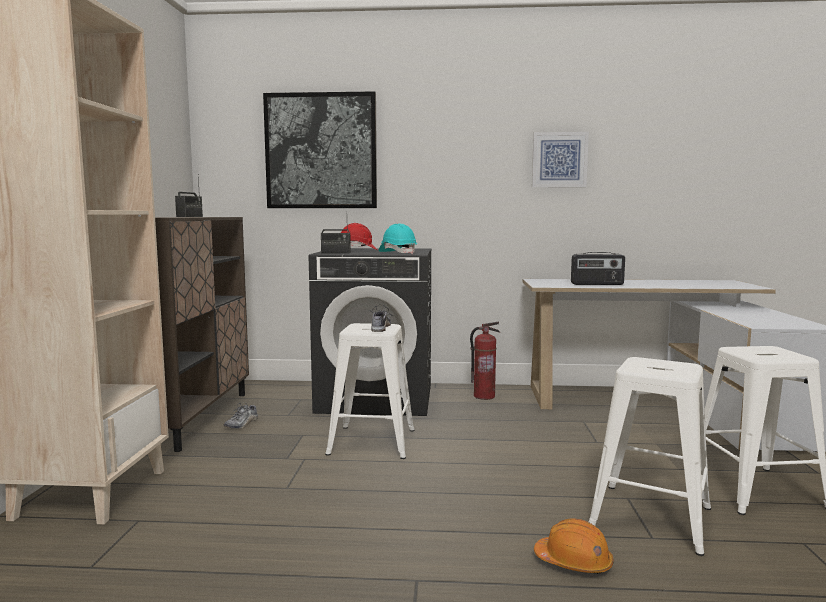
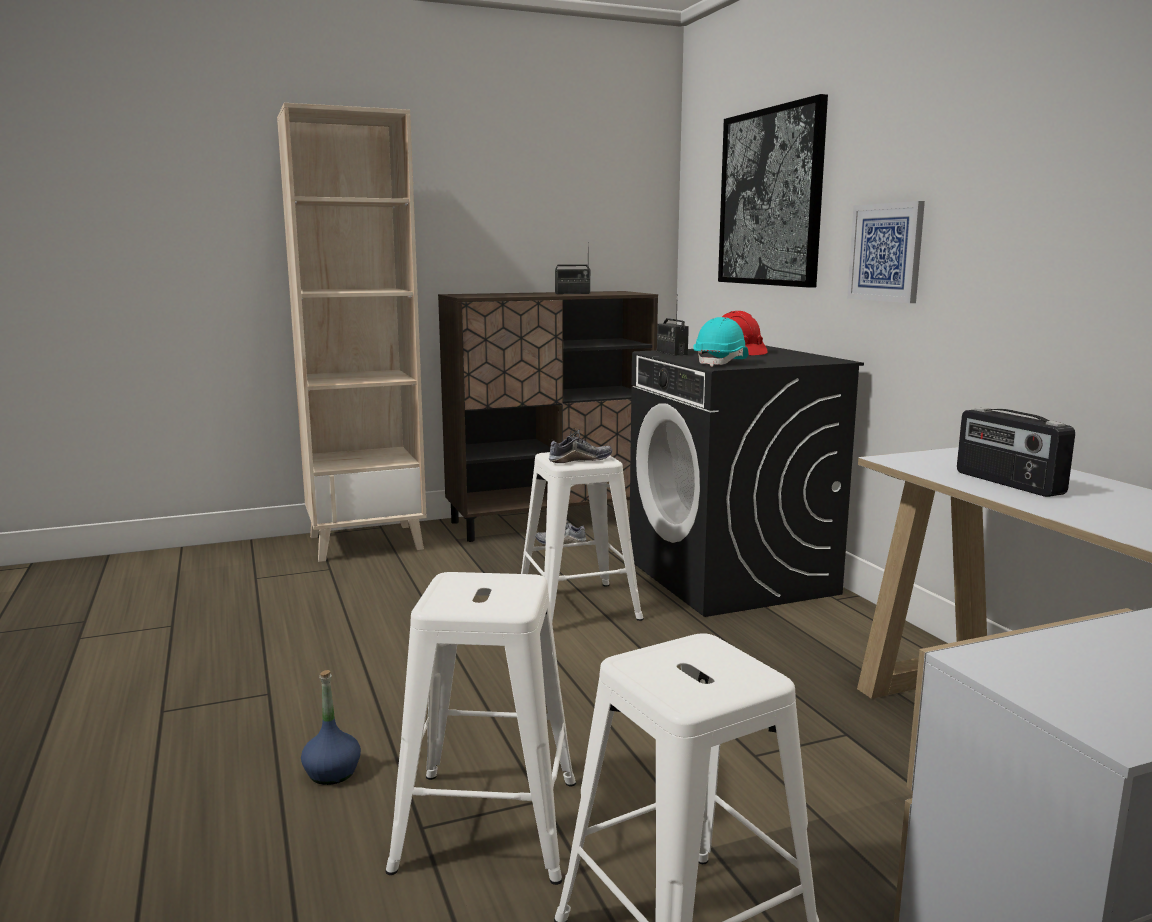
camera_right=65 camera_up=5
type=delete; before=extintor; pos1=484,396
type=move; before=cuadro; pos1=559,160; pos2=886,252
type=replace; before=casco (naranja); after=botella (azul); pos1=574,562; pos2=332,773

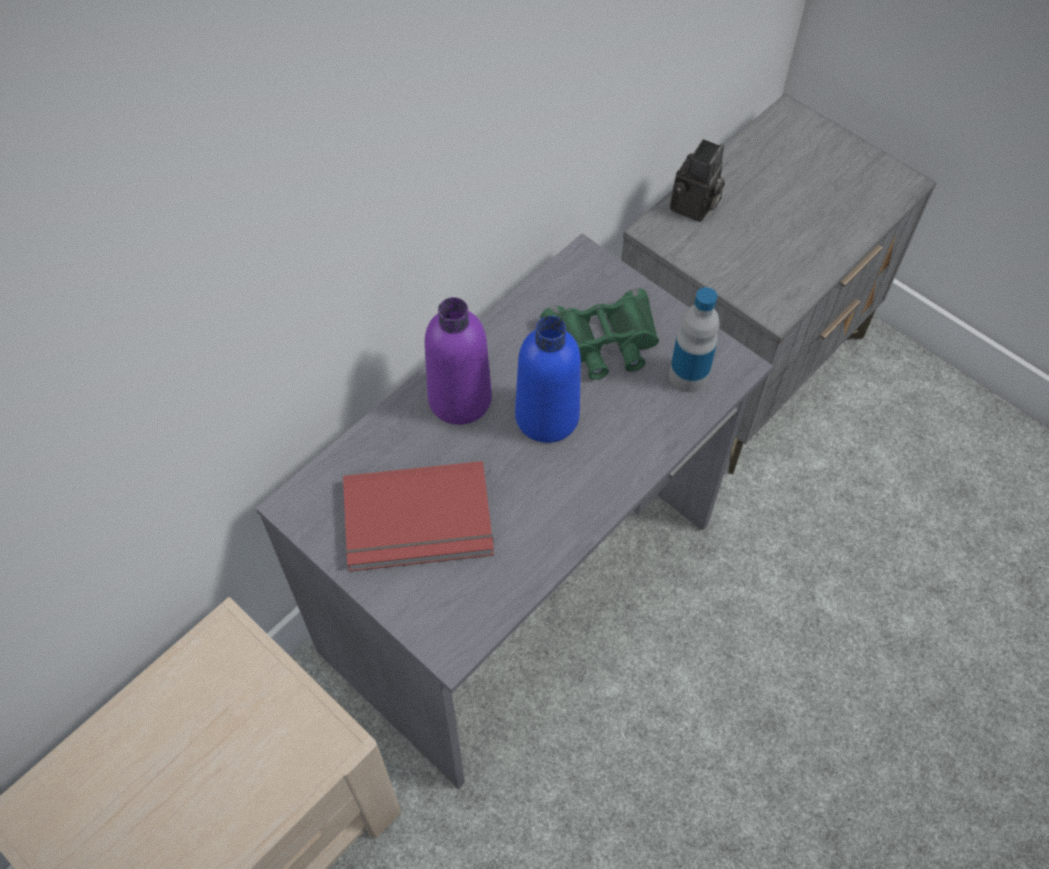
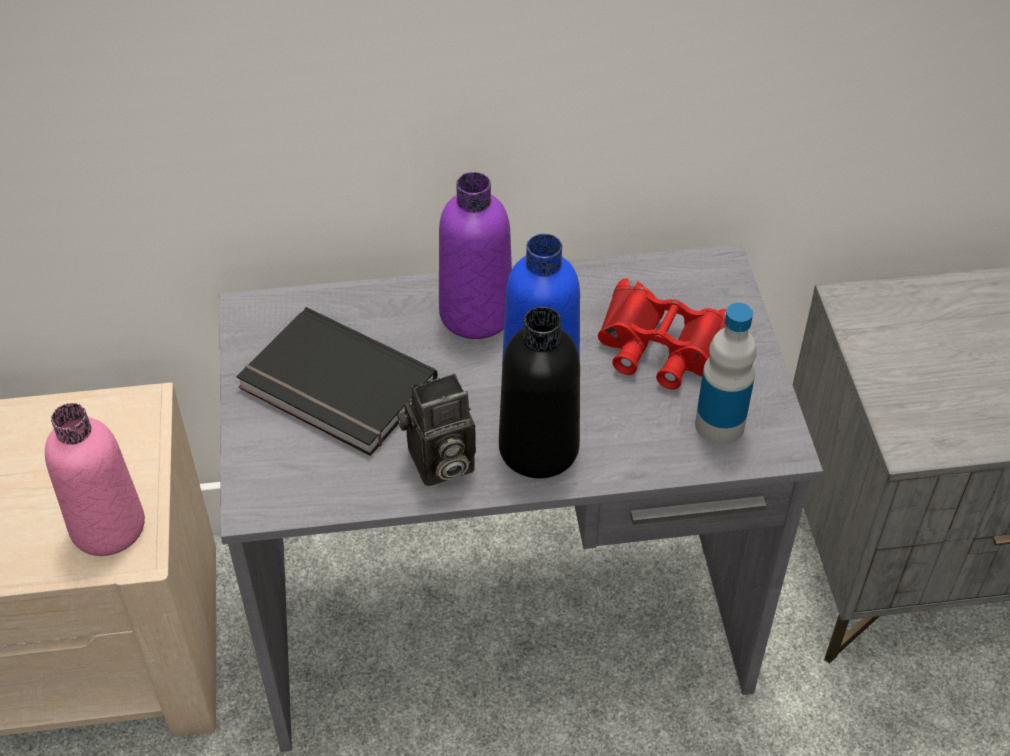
camera_right=40 camera_up=-10
type=insert; after=botella (rosa); pos2=108,526
type=insert; after=botella (negro); pos2=538,448
type=move; before=cámara; pos1=694,207; pos2=439,465
type=recolor; before=libro (rojo); after=libro (negro); pos1=419,523; pos2=335,388
type=recolor; before=prismáticos (verde); after=prismáticos (rojo); pos1=603,342; pos2=663,346

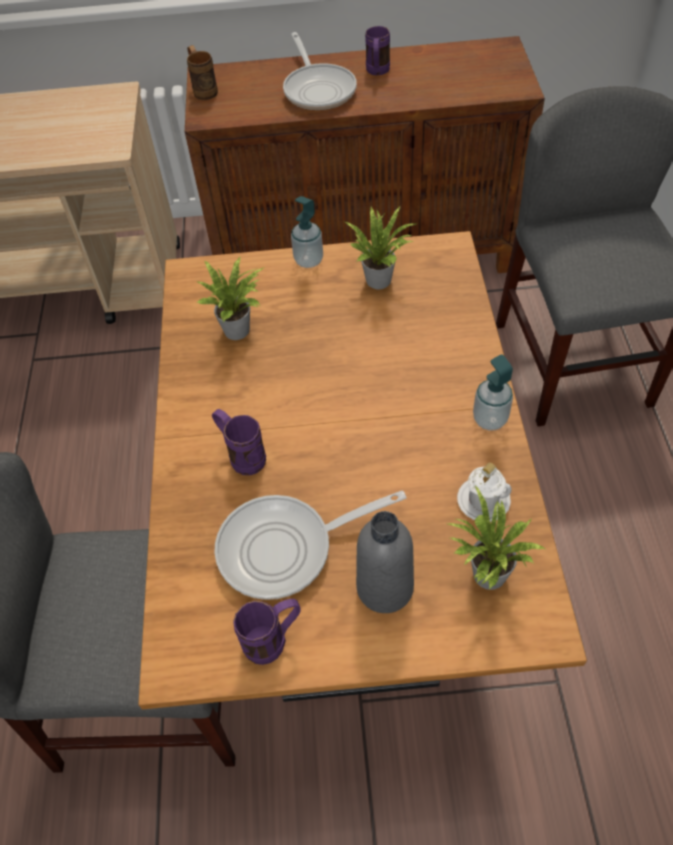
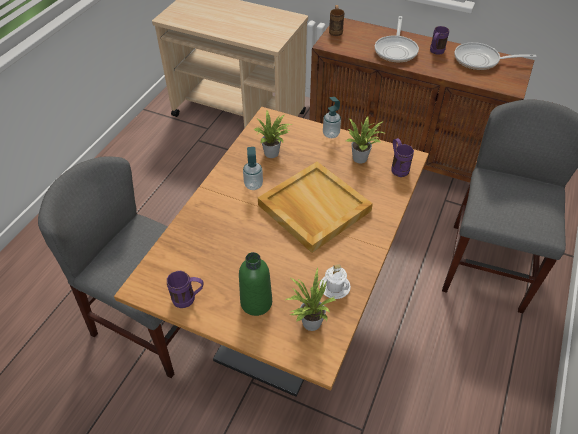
camera_right=25 camera_up=-5
type=insert; after=bandeja (beis); pos2=313,208
type=move; before=taza grande (morado); pos1=242,456; pos2=398,167
type=move; before=sartén; pos1=285,549; pos2=480,60
type=move; before=dispensador de jabón; pos1=490,419; pos2=253,185
type=recolor; before=botella (gris); after=botella (verde); pos1=385,587; pos2=256,302

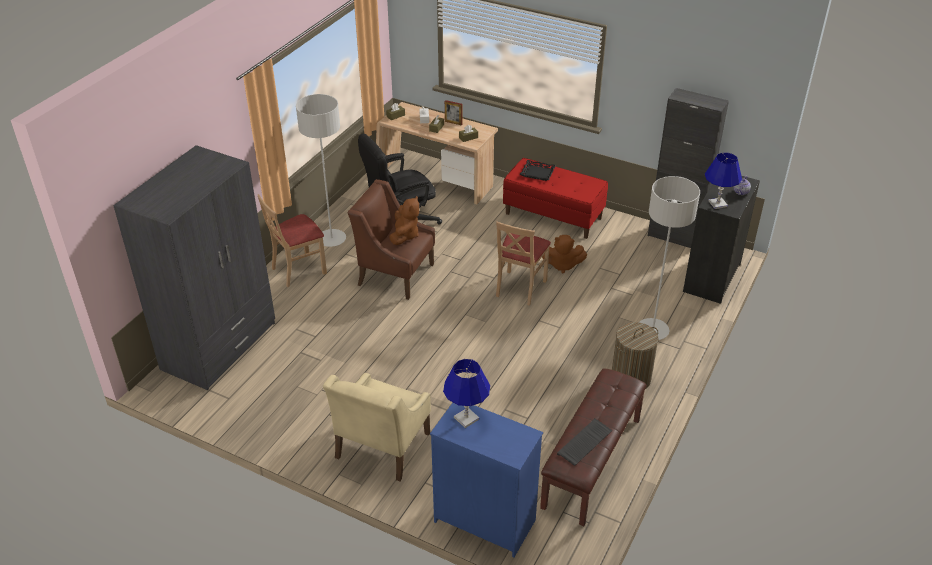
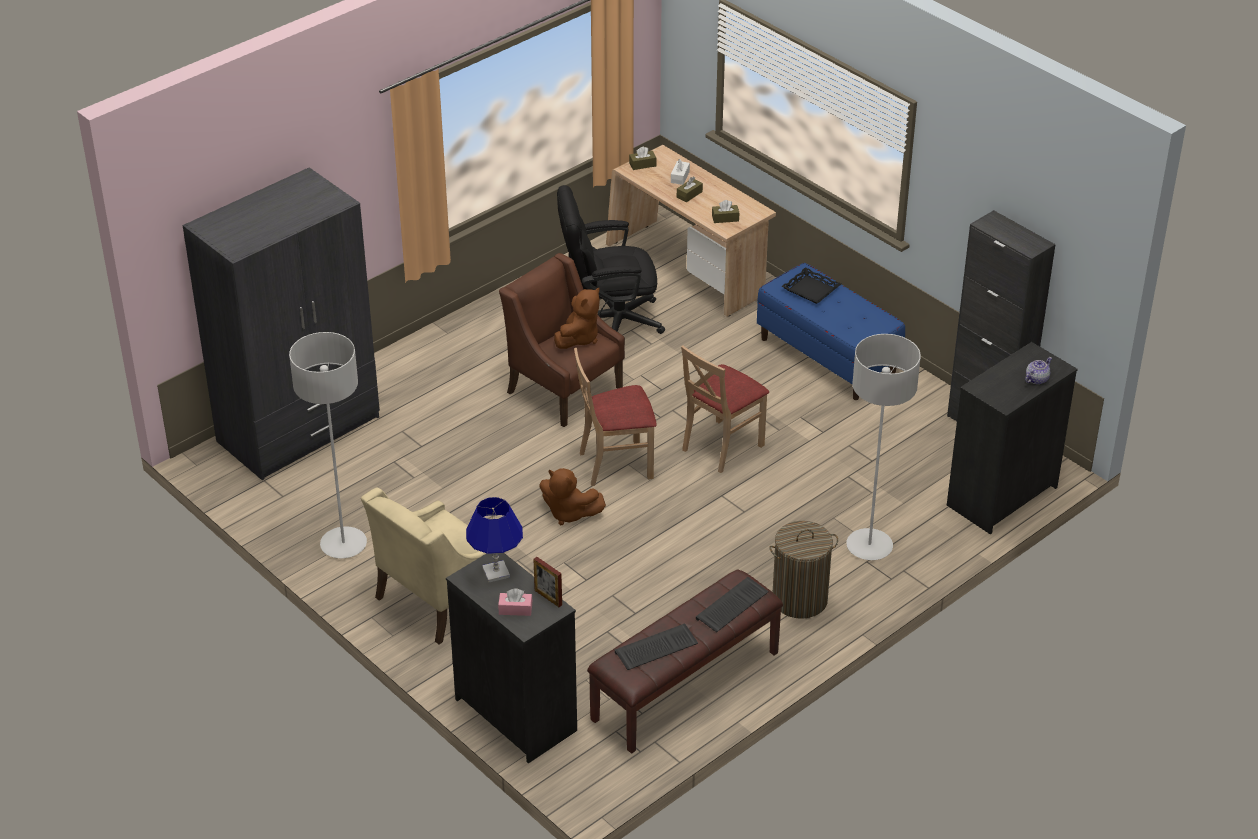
camera_right=20 camera_up=0
type=delete; before=lámpara de mesa (azul); pos1=717,204
type=insert; after=caja de pañuelos (rosa); pos2=515,609
type=insert; after=teclado; pos2=732,607
type=move; before=silla (beis); pos1=298,270; pos2=616,464
type=move; before=lámpara de pie (gris); pos1=331,239; pos2=343,544
type=move; before=portarretratos; pos1=453,123; pos2=548,597
type=move; before=peluche (marrón); pos1=562,265; pos2=569,513
type=recolor; before=cómoda (azul); after=cómoda (negro); pos1=485,520; pos2=516,714
type=recolor; before=banco (rojo); after=banco (azul); pos1=553,216; pos2=828,357

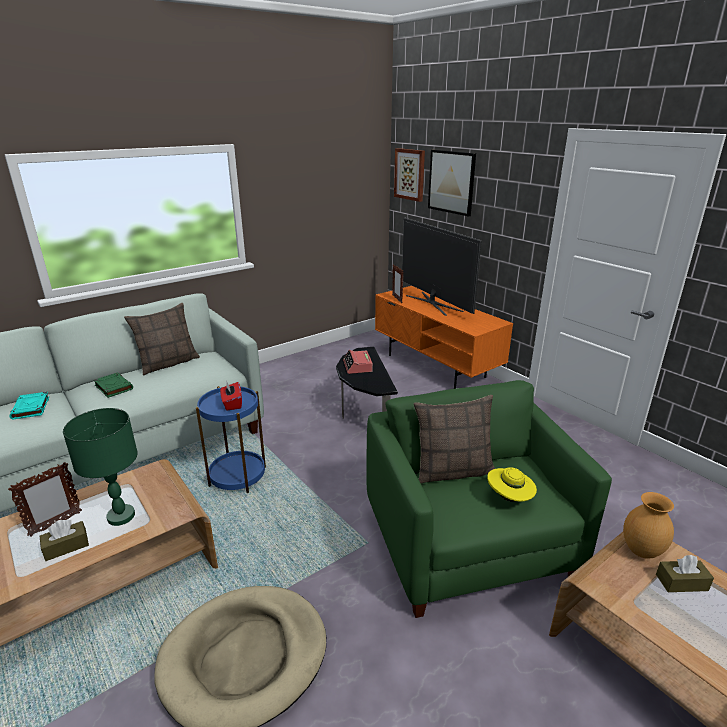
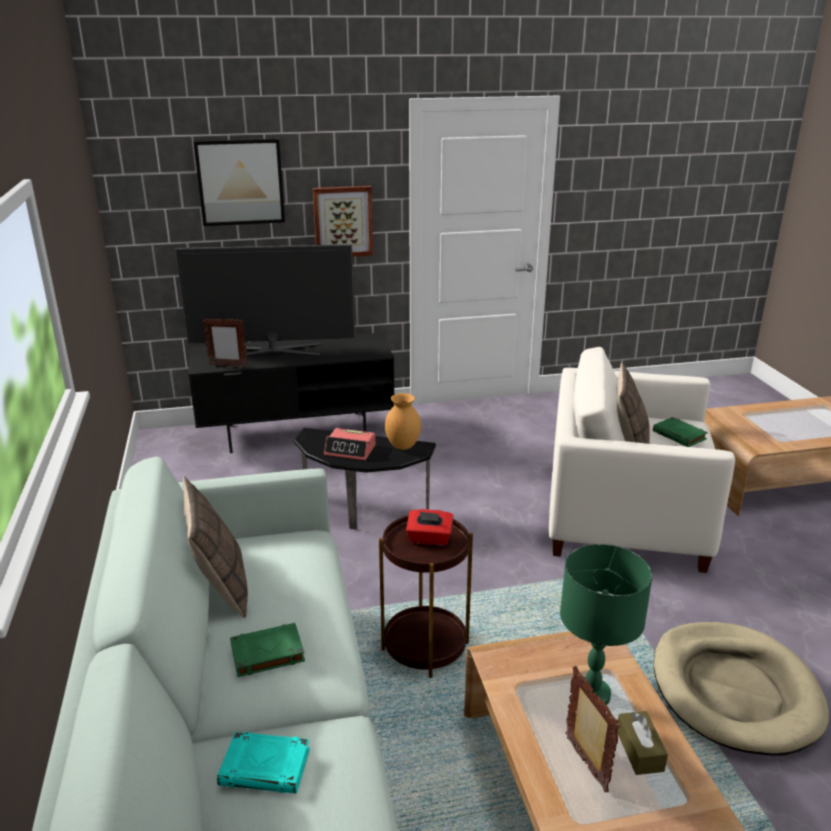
camera_right=-65 camera_up=0
type=delete; before=caja de pañuelos (marrón); pos1=681,582
type=move; before=cuadro; pos1=410,174; pos2=343,221
type=move; before=florero (marrón); pos1=642,551; pos2=403,446
type=replace; before=sombrero (amarillo); after=libro (verde); pos1=509,498; pos2=679,435
type=recolor; before=mesa auxiliar (azul); after=mesa auxiliar (marrón); pos1=237,476; pos2=425,646
type=recolor; before=sillón (verde); after=sillón (blanco); pos1=467,543; pos2=625,517
type=recolor; before=mueble de televisión (naranja); after=mueble de televisión (negro); pos1=436,366; pos2=297,431

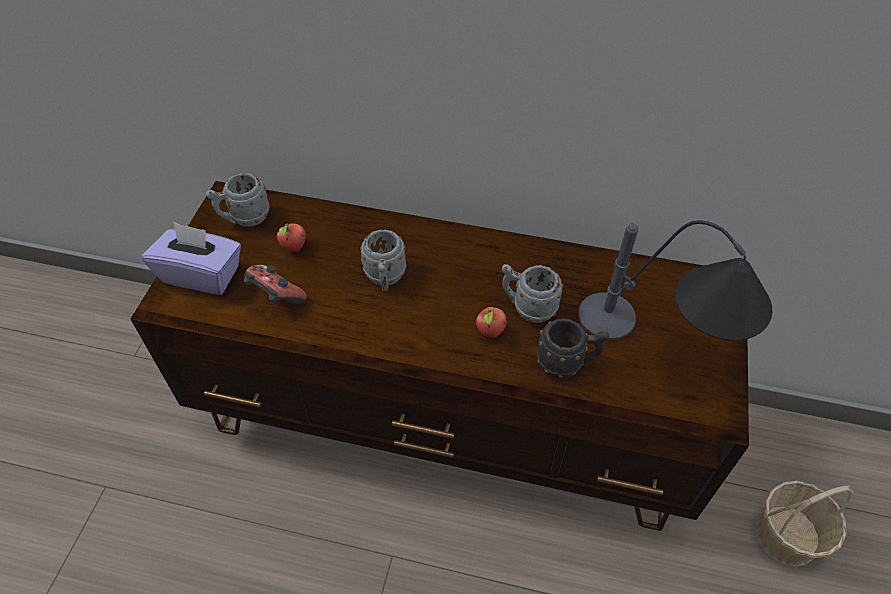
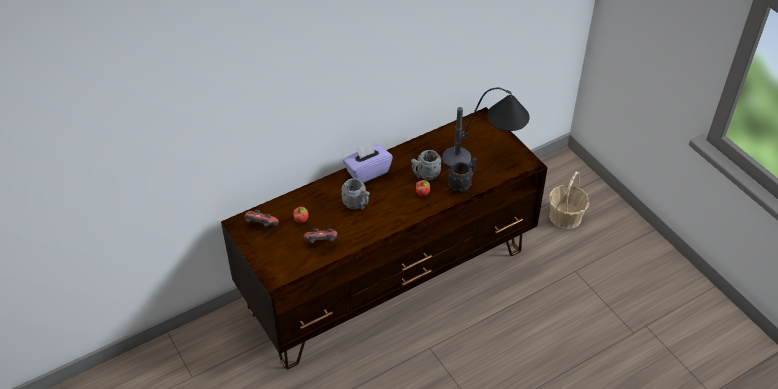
camera_right=-45 camera_up=-5
type=move; before=caja de pañuelos (morado); pos1=202,274; pos2=367,172
type=replace; before=taza grande (gris); after=mando de consola; pos1=244,219; pos2=261,226

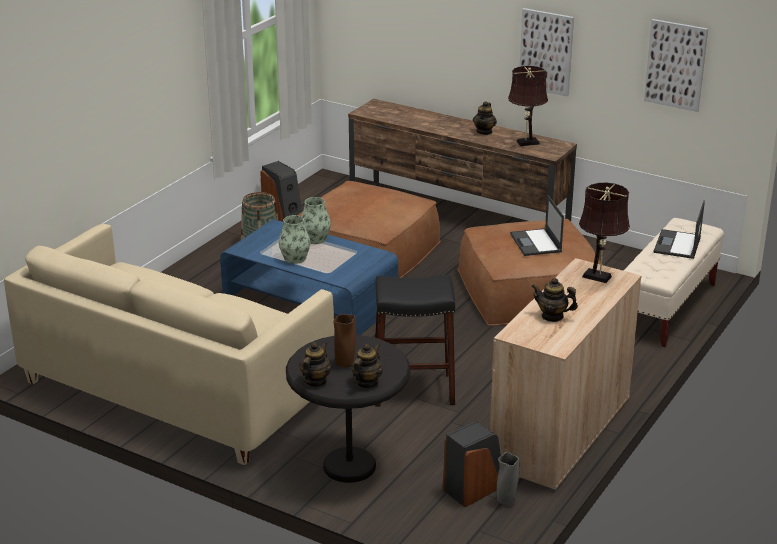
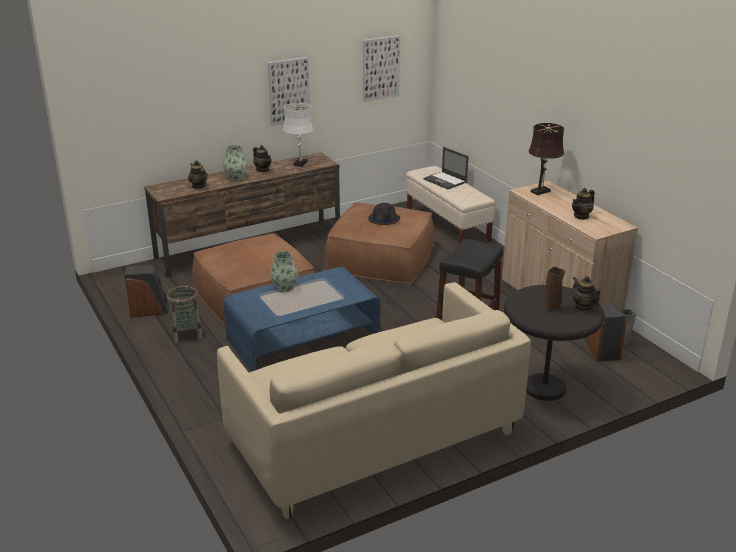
camera_right=-60 camera_up=0
type=move; before=florero; pos1=295,258; pos2=236,178
type=move; before=tetera; pos1=315,381; pos2=198,186
type=replace; before=portátil; after=sombrero (negro); pos1=536,243; pos2=384,219
type=recolor; before=lámpara de mesa (marrón); after=lámpara de mesa (blanco); pos1=525,143; pos2=299,164

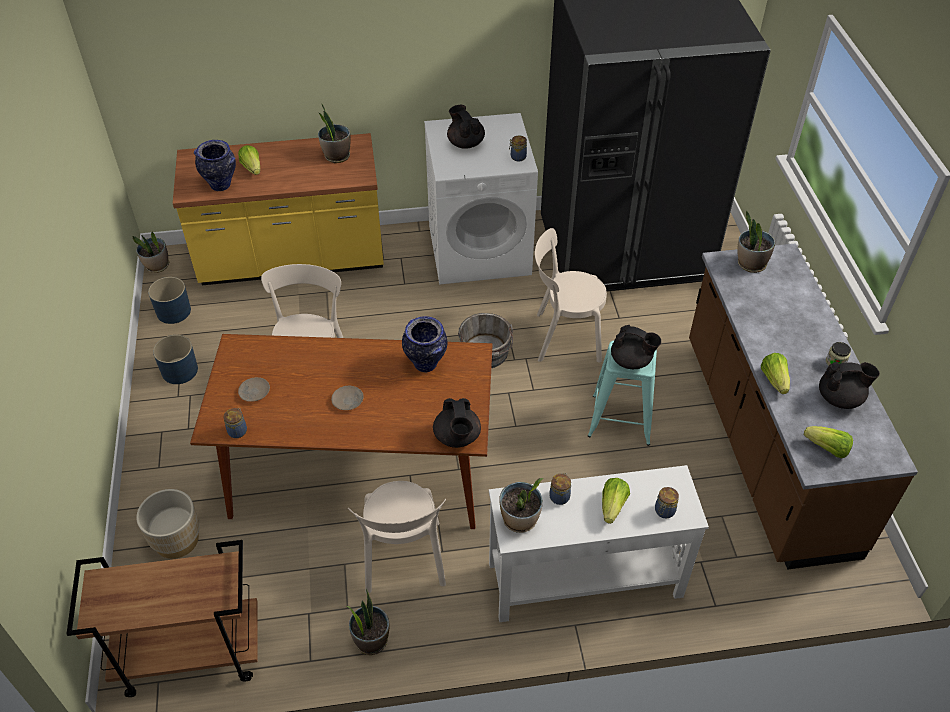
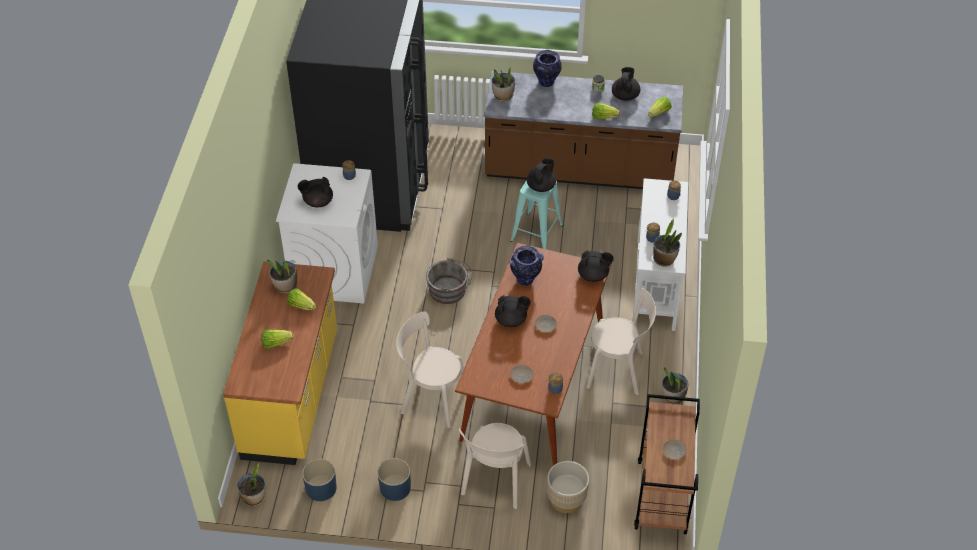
camera_right=-75 camera_up=0
type=insert; after=tetera (negro); pos2=511,320
type=insert; after=plato (beis); pos2=674,451
type=move; before=florero; pos1=221,185; pos2=546,82
type=move; before=silla (beis); pos1=564,337; pos2=495,482
type=move; before=lechuga; pos1=613,506; pos2=301,305

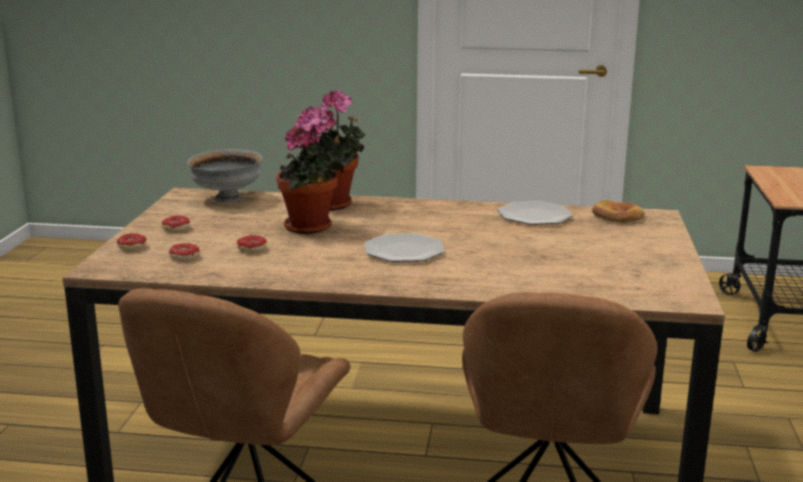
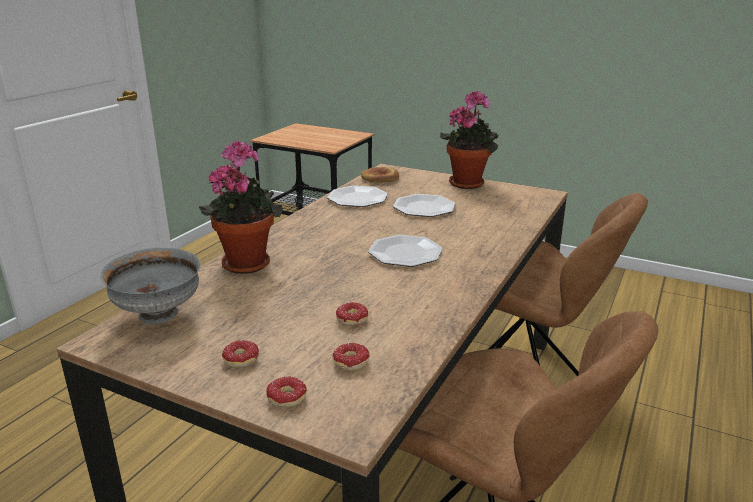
camera_right=-70 camera_up=5
type=insert; after=plato; pos2=424,207
type=move; before=planta en maceta; pos1=312,228; pos2=468,183

